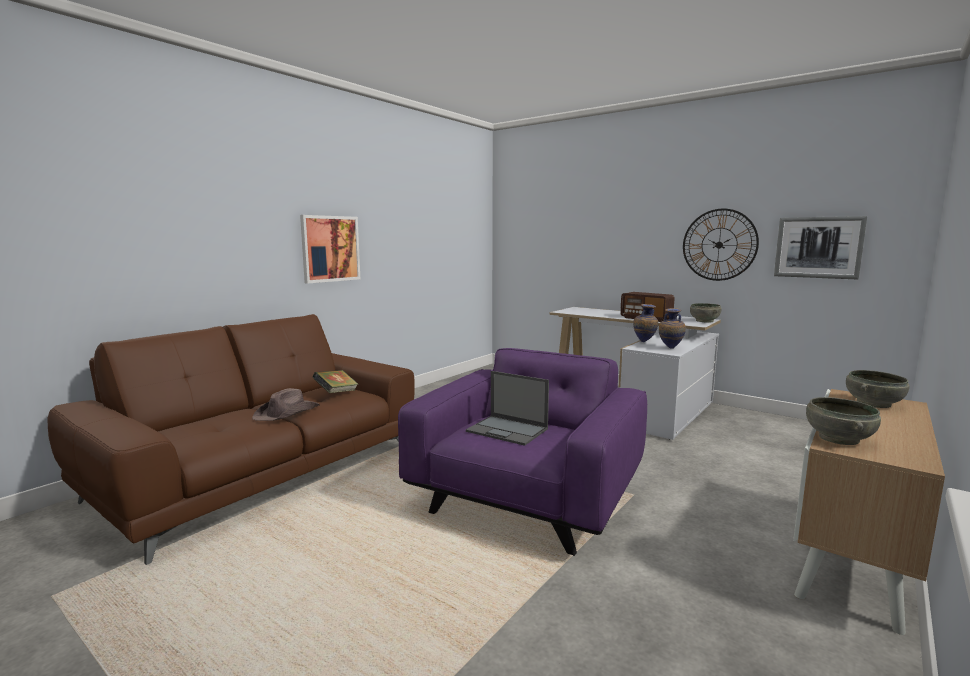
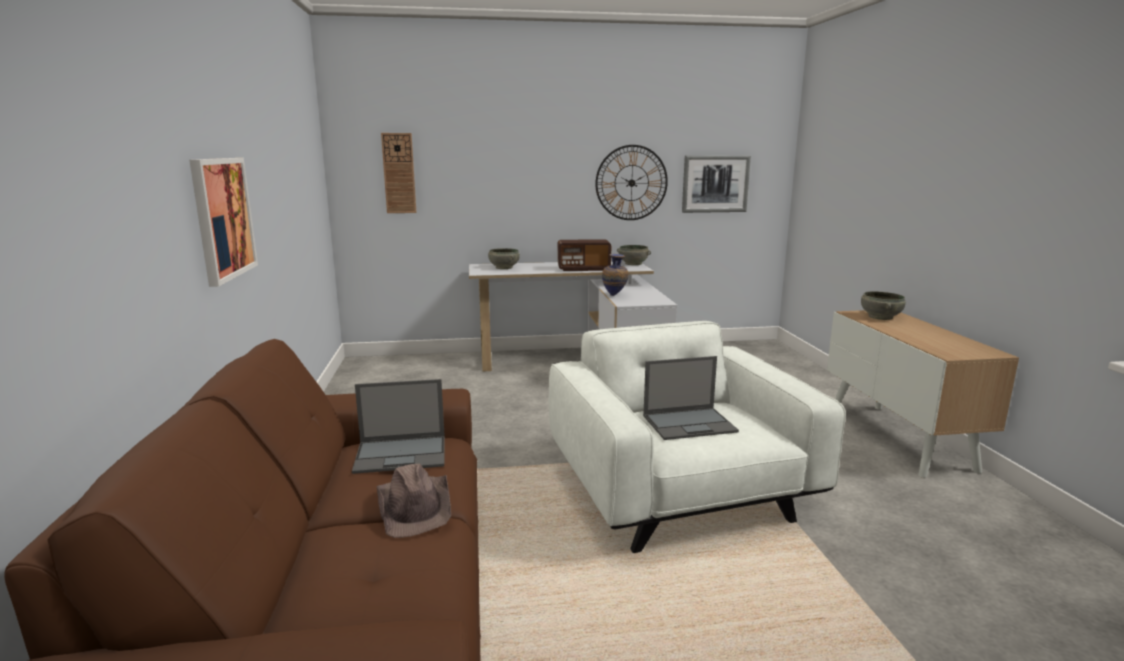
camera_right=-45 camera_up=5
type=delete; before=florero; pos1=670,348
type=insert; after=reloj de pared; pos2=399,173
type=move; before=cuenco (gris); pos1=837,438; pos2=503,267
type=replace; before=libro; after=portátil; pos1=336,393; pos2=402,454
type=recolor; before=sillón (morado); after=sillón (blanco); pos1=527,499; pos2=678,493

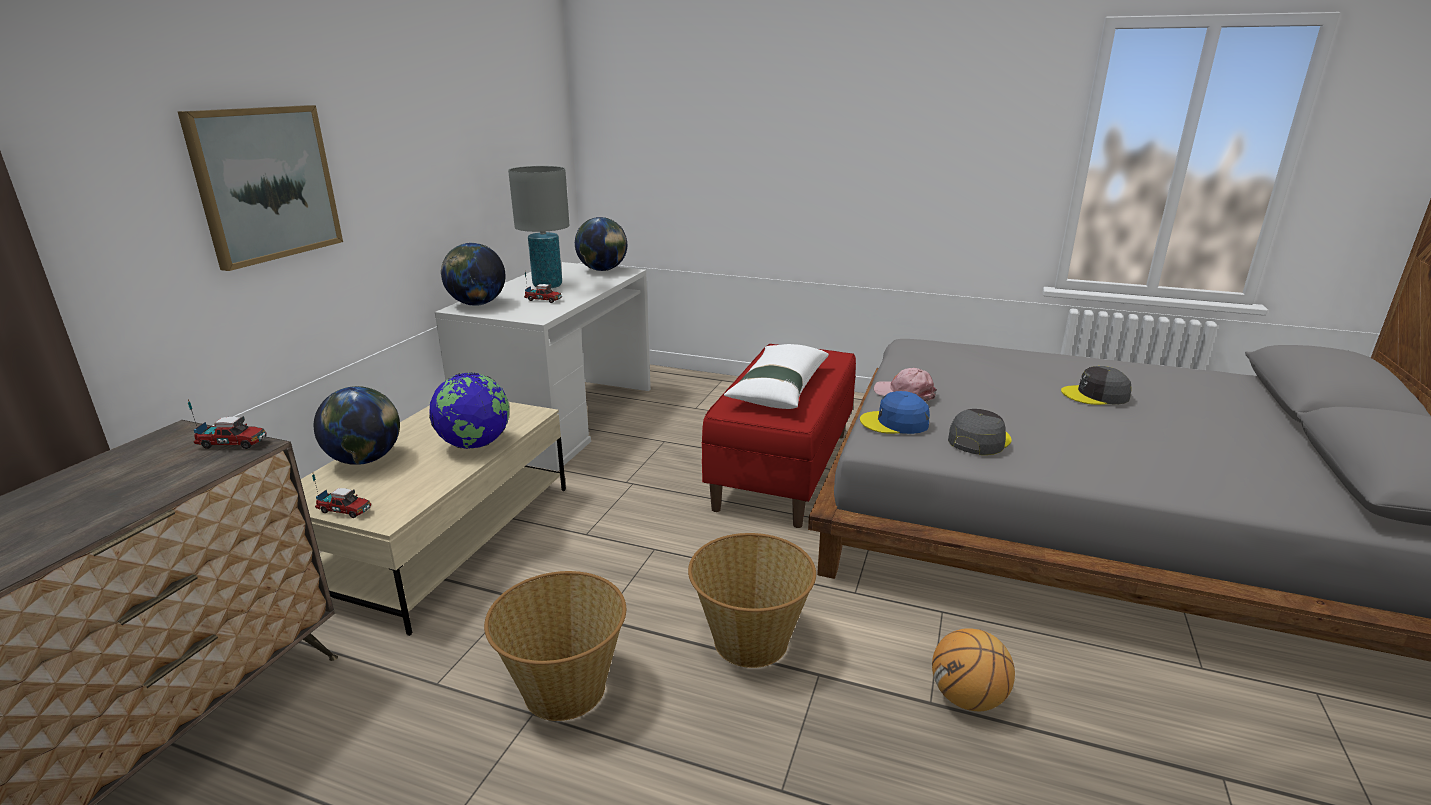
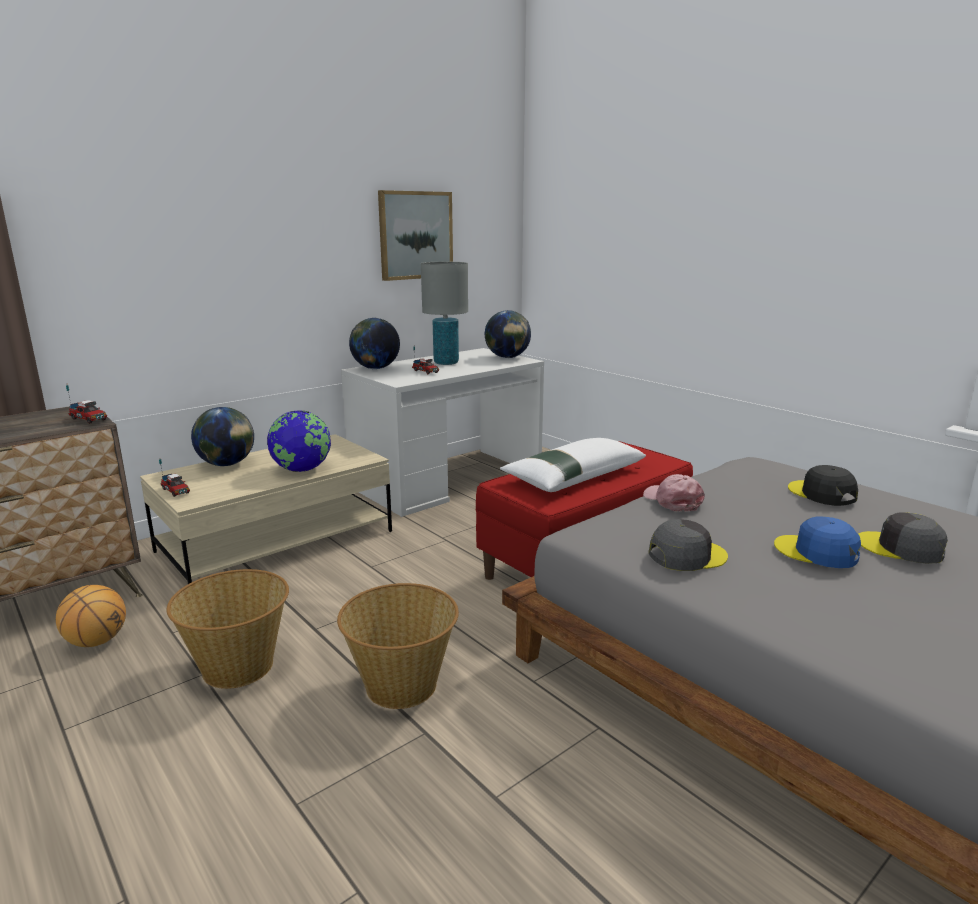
camera_right=30 camera_up=-5
type=insert; after=gorra (negro); pos2=821,494
type=move; before=cuadro; pos1=265,184; pos2=415,235
type=move; before=gorra (azul); pos1=895,423; pos2=816,552
type=move; before=balón de baloncesto; pos1=967,699; pos2=96,641

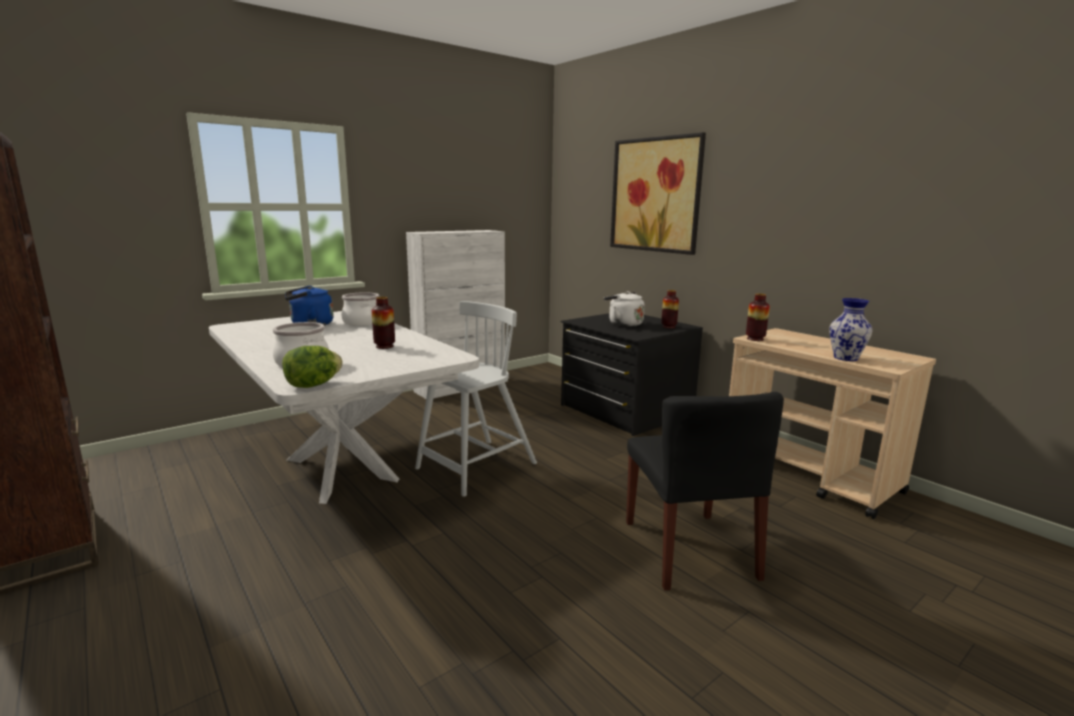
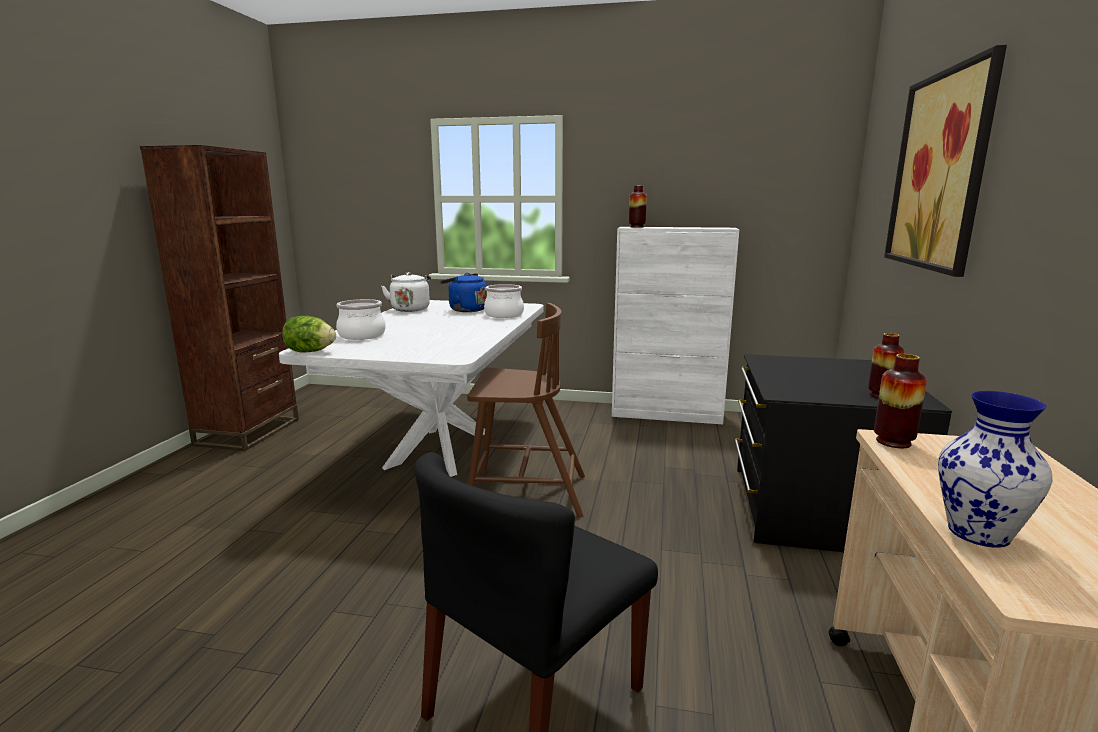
camera_right=50 camera_up=0
type=move; before=florero; pos1=384,346; pos2=637,227
type=move; before=hervidor (blanco); pos1=623,324; pos2=410,309
type=recolor; before=silla (blanco); after=silla (marrón); pos1=475,467; pos2=525,493

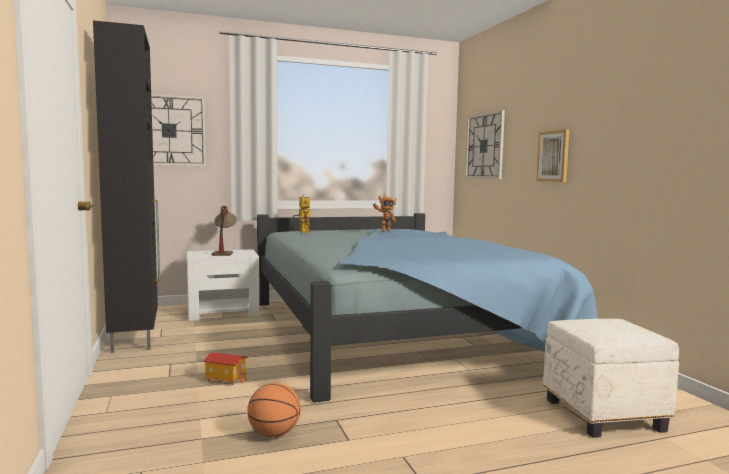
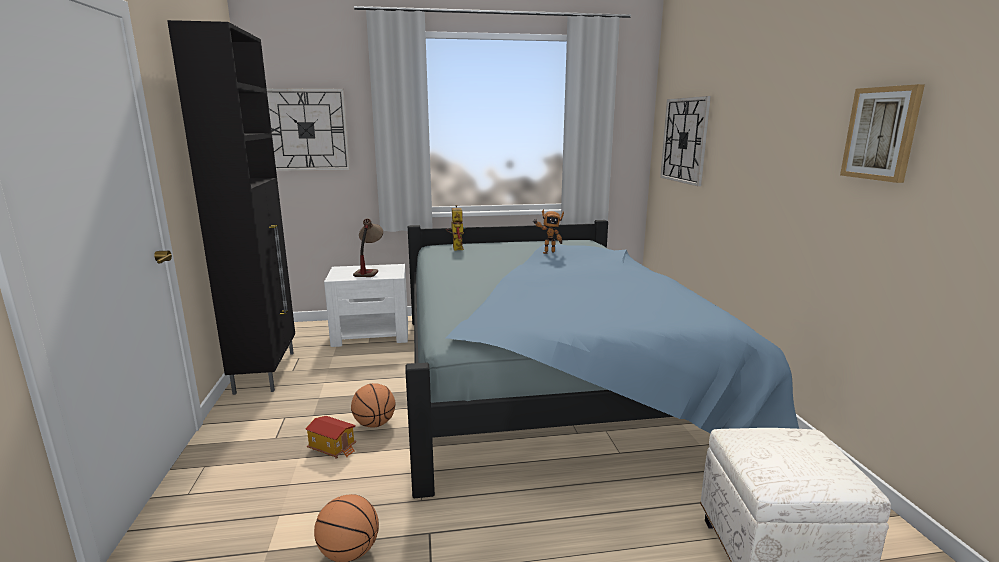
camera_right=10 camera_up=10
type=insert; after=balón de baloncesto; pos2=374,424
type=move; before=cuadro; pos1=553,156; pos2=881,133

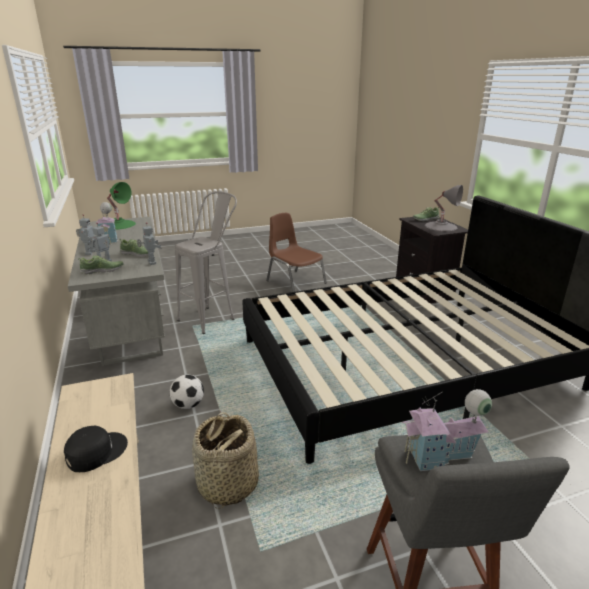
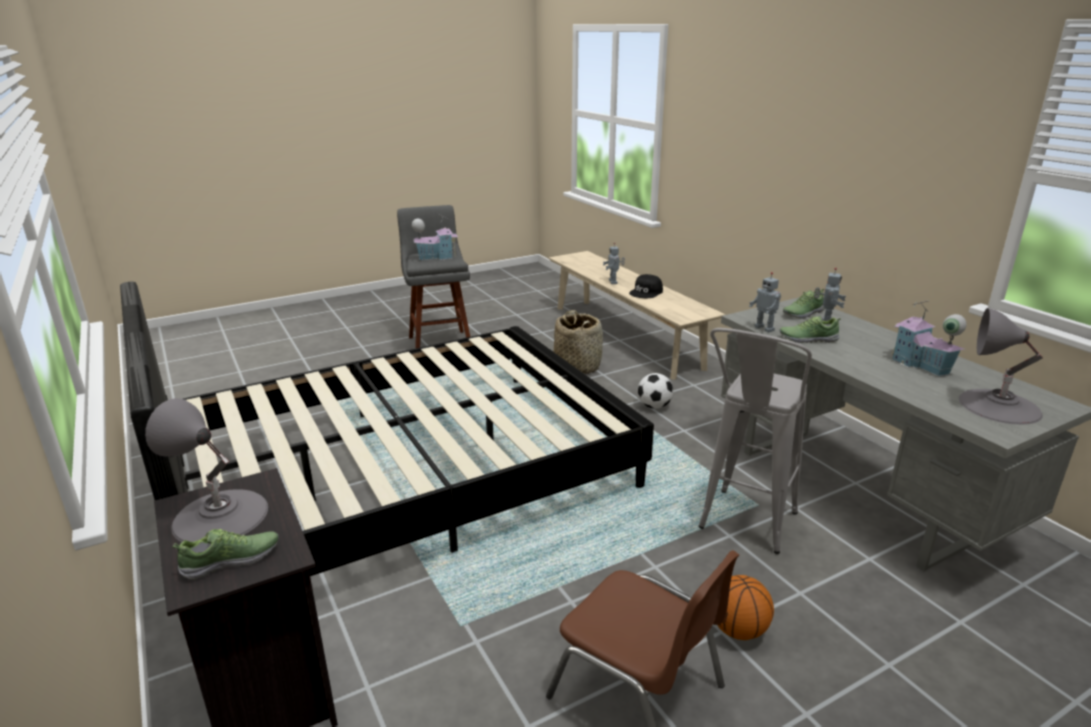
camera_right=170 camera_up=0
type=insert; after=balón de baloncesto; pos2=738,630
type=move; before=robot de juguete; pos1=90,252; pos2=613,282
type=recolor; before=lámpara de mesa (verde); after=lámpara de mesa (gris); pos1=118,224; pos2=999,406

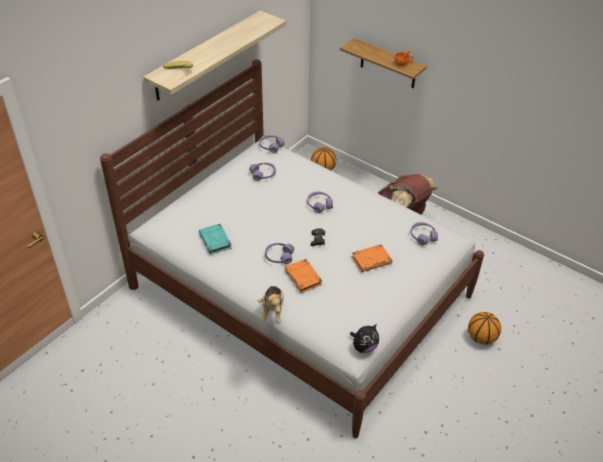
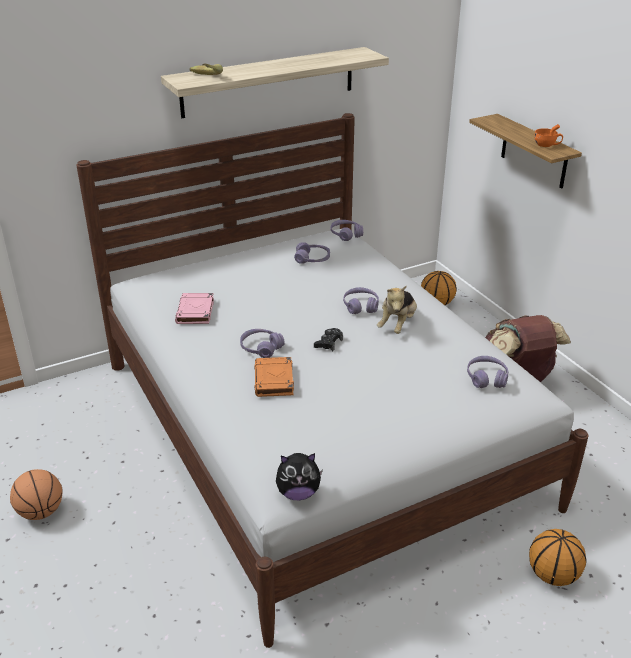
camera_right=25 camera_up=-10
type=delete; before=libro (naranja); pos1=371,260
type=insert; after=balón de baloncesto; pos2=41,512
type=move; before=peluche; pos1=272,310; pos2=397,324
type=recolor; before=libro (turquesa); after=libro (rosa); pos1=215,241; pos2=195,312

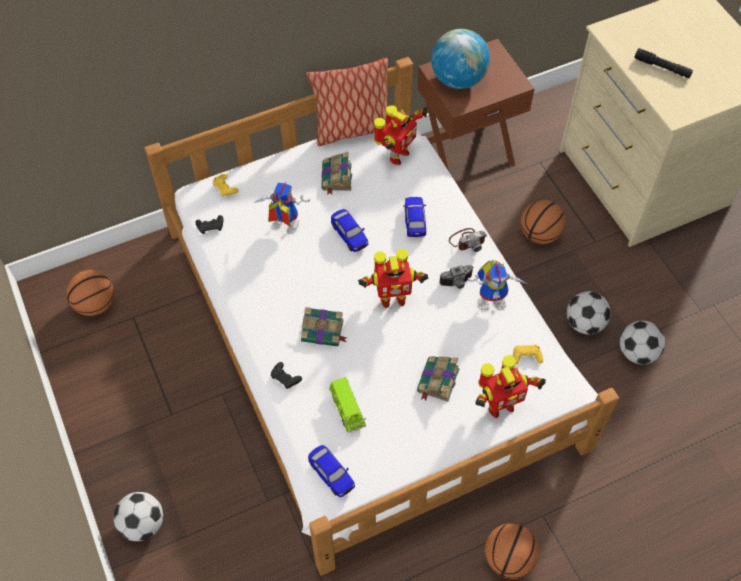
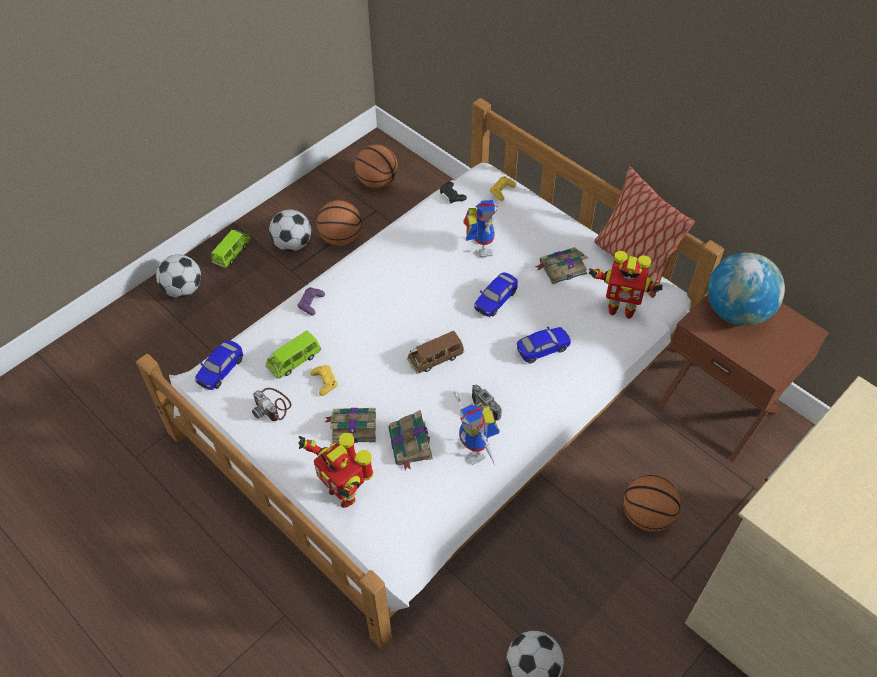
camera_right=70 camera_up=-5
type=delete; before=linterna (negro); pos1=662,67
type=insert; after=coche de juguete (verde); pos2=232,253
type=move; before=libro; pos1=323,331; pos2=410,445
type=move; before=cámara; pos1=467,240; pos2=272,406
type=move; before=balón de baloncesto; pos1=508,558; pos2=341,238
type=move; before=mando de consola (amarillo); pos1=526,356; pos2=324,382
type=move; before=balón de fútbol; pos1=584,323; pos2=293,244
type=replace; before=robot de juguete; after=coche de juguete (marrón); pos1=392,298; pos2=435,358
type=recolor; before=mando de consola (negro); after=mando de consola (morado); pos1=285,377; pos2=311,303

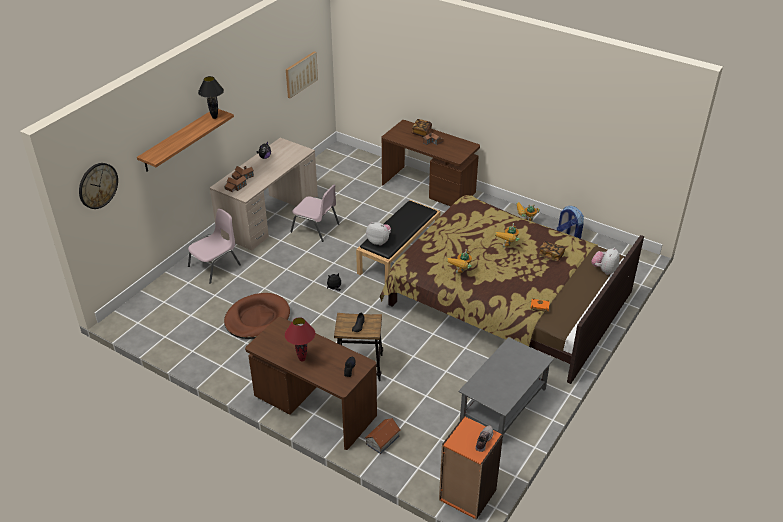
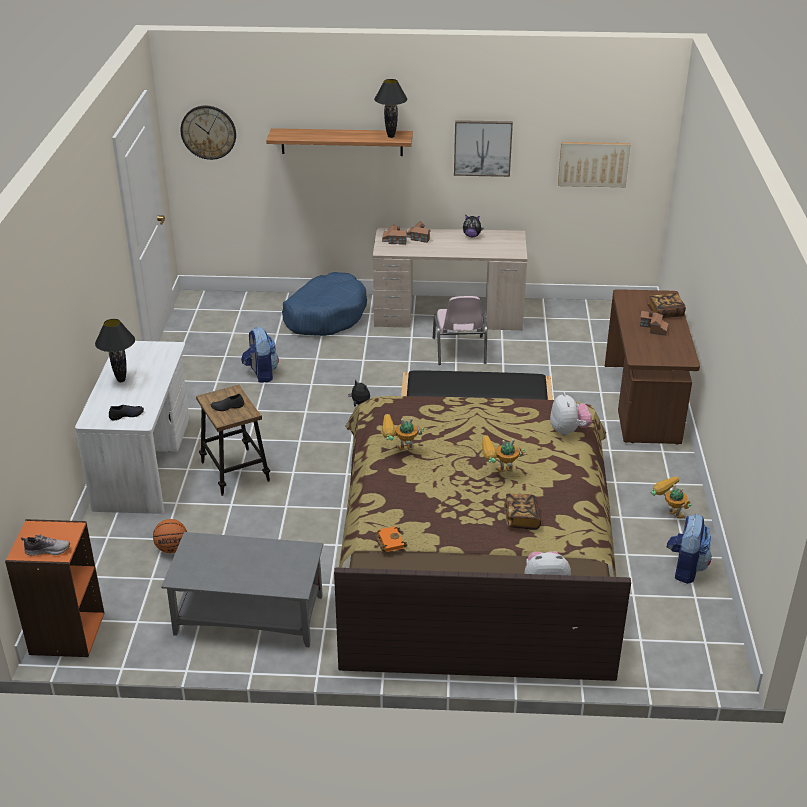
camera_right=60 camera_up=-5
type=delete; before=casita; pos1=382,440
type=insert; after=balón de baloncesto; pos2=172,548
type=insert; after=cuadro; pos2=482,148
type=move; before=peluche; pos1=379,241; pos2=568,431
type=replace; before=silla (rosa); after=cama para perro (azul); pos1=215,266; pos2=325,316
type=replace; before=cama para perro (marrón); after=mochila; pos1=257,318; pos2=261,373
type=recolor; before=escritorio (marrón); after=escritorio (blanco); pos1=314,407; pos2=144,463
type=recolor; before=lámpara de mesa (rojo); after=lámpara de mesa (negro); pos1=302,359; pos2=121,380

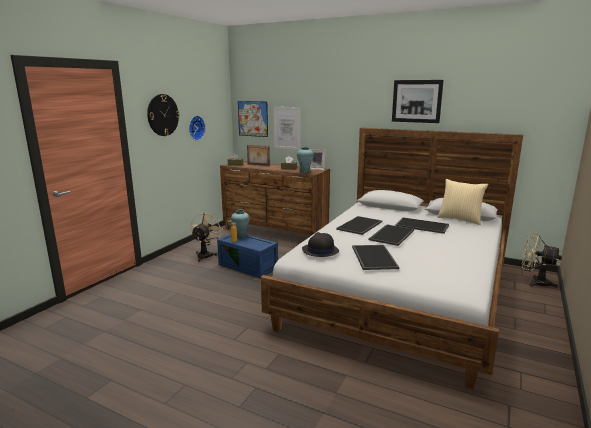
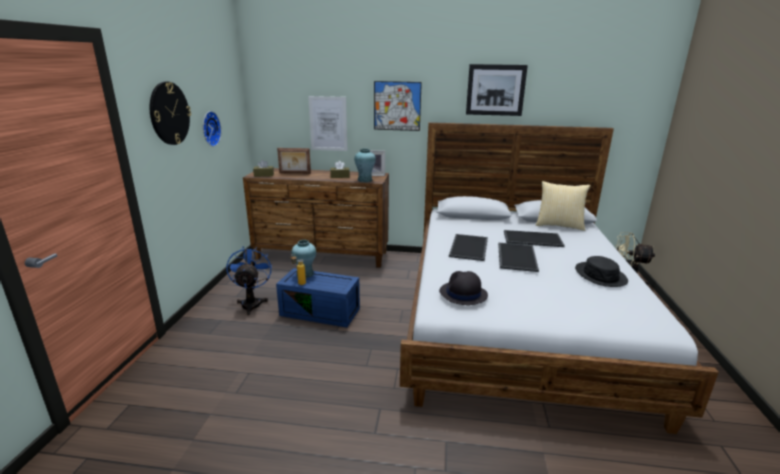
camera_right=-20 camera_up=5
type=delete; before=bandeja; pos1=373,257
type=insert; after=sombrero (negro); pos2=600,275
type=move; before=cuadro; pos1=253,118; pos2=397,106
type=recolor; before=ventilador (beis); after=ventilador (azul); pos1=206,255; pos2=252,303

